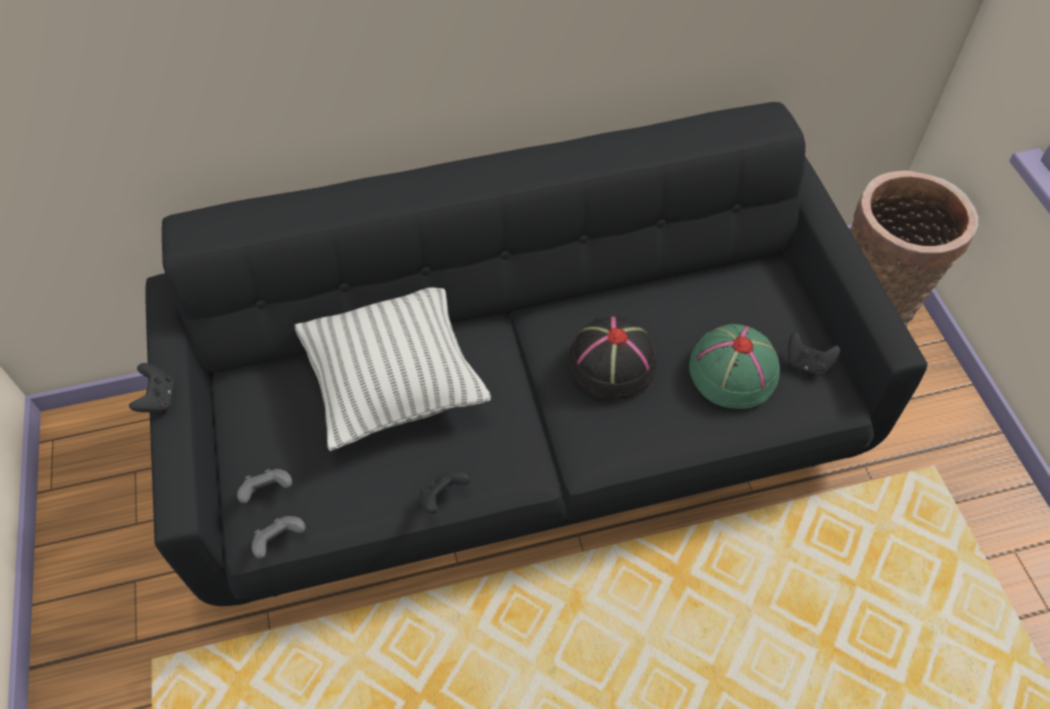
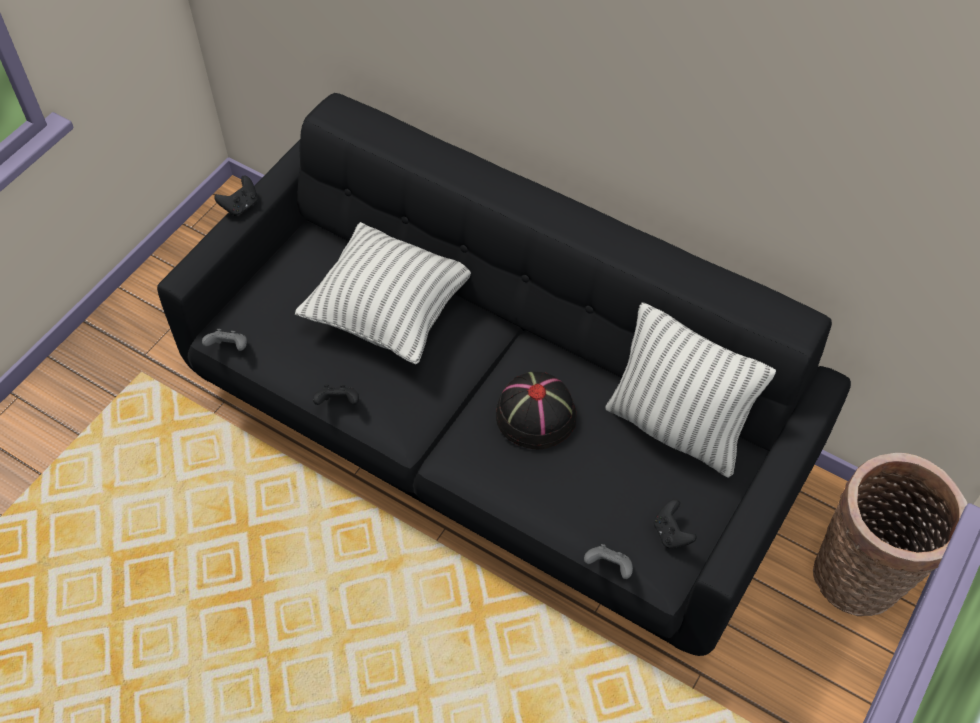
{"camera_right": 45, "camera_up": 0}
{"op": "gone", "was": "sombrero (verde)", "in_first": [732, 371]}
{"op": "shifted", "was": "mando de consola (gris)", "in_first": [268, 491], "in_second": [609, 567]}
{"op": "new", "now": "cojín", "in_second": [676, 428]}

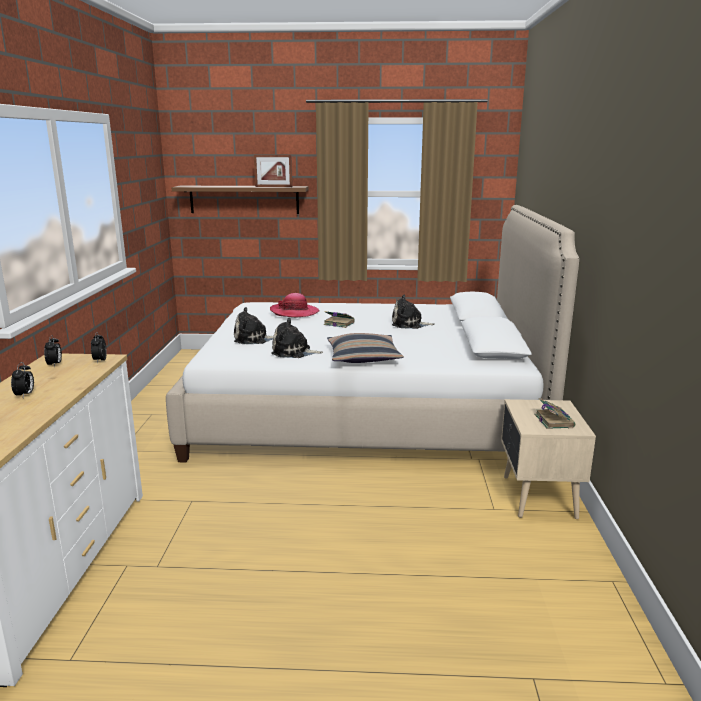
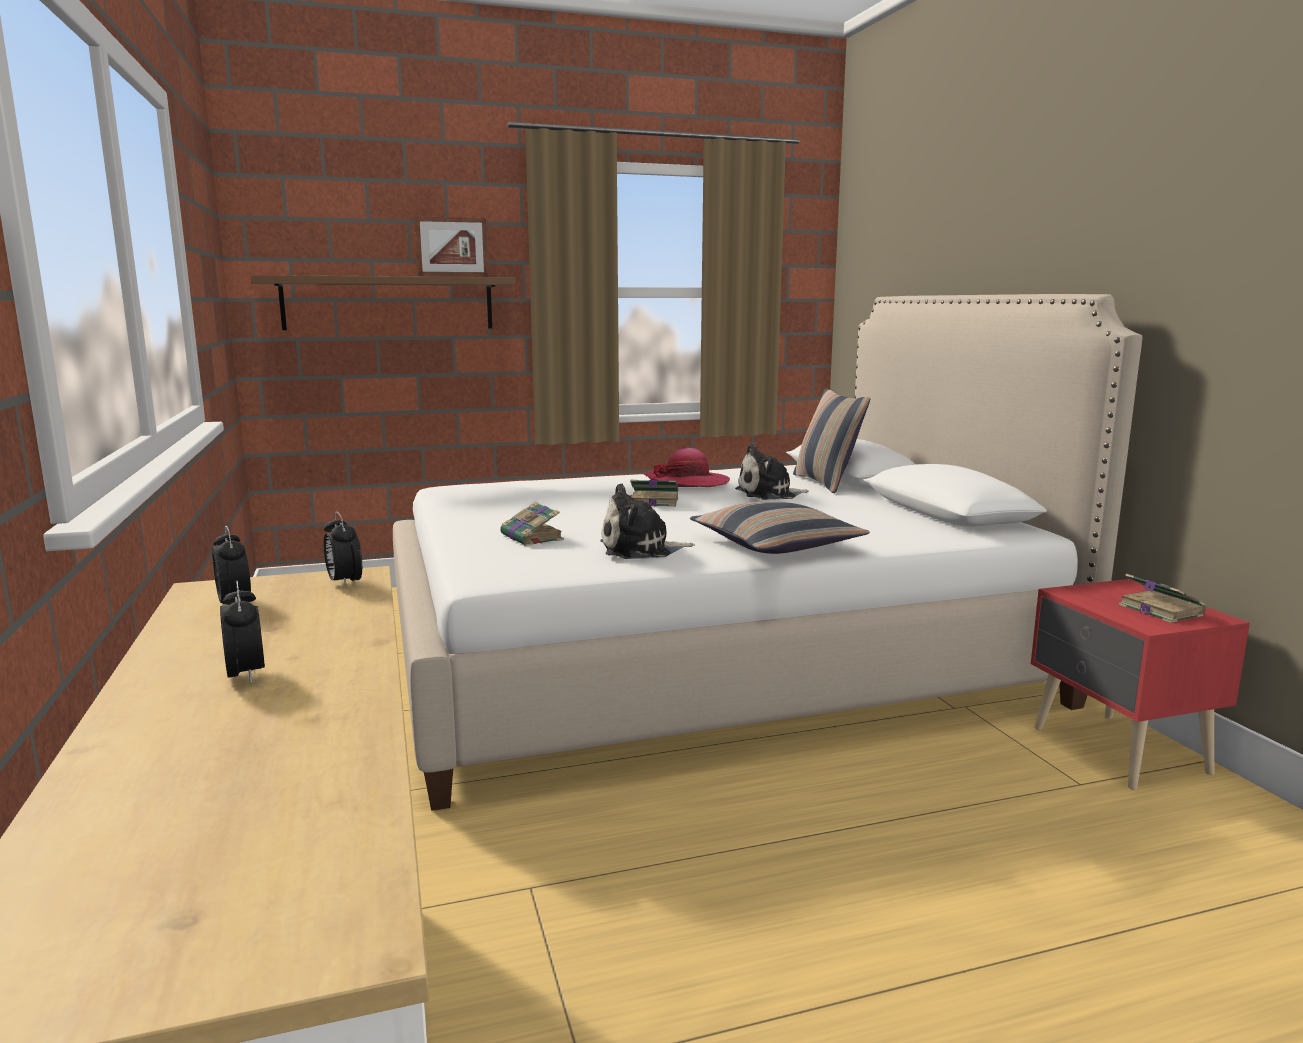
{"camera_right": -20, "camera_up": -5}
{"op": "shifted", "was": "sombrero", "in_first": [294, 312], "in_second": [687, 482]}
{"op": "swapped", "was": "peluche", "now": "libro", "in_first": [253, 339], "in_second": [532, 537]}
{"op": "repainted", "was": "mesita de noche (beis)", "now": "mesita de noche (rojo)", "in_first": [537, 497], "in_second": [1118, 752]}
{"op": "new", "now": "cojín", "in_second": [826, 483]}

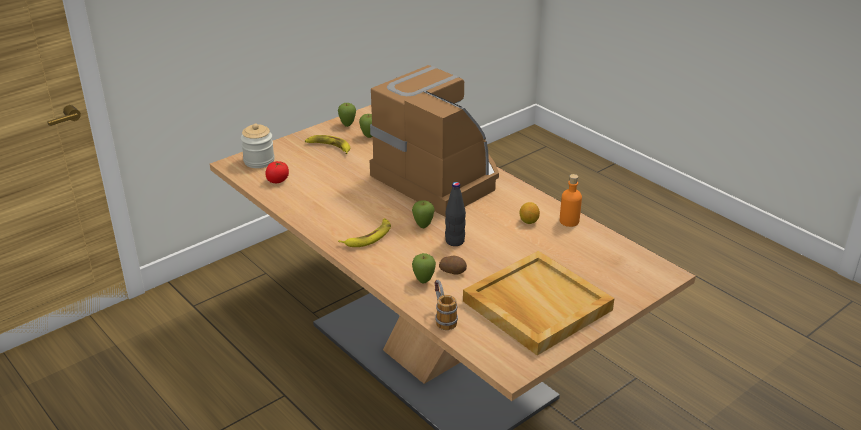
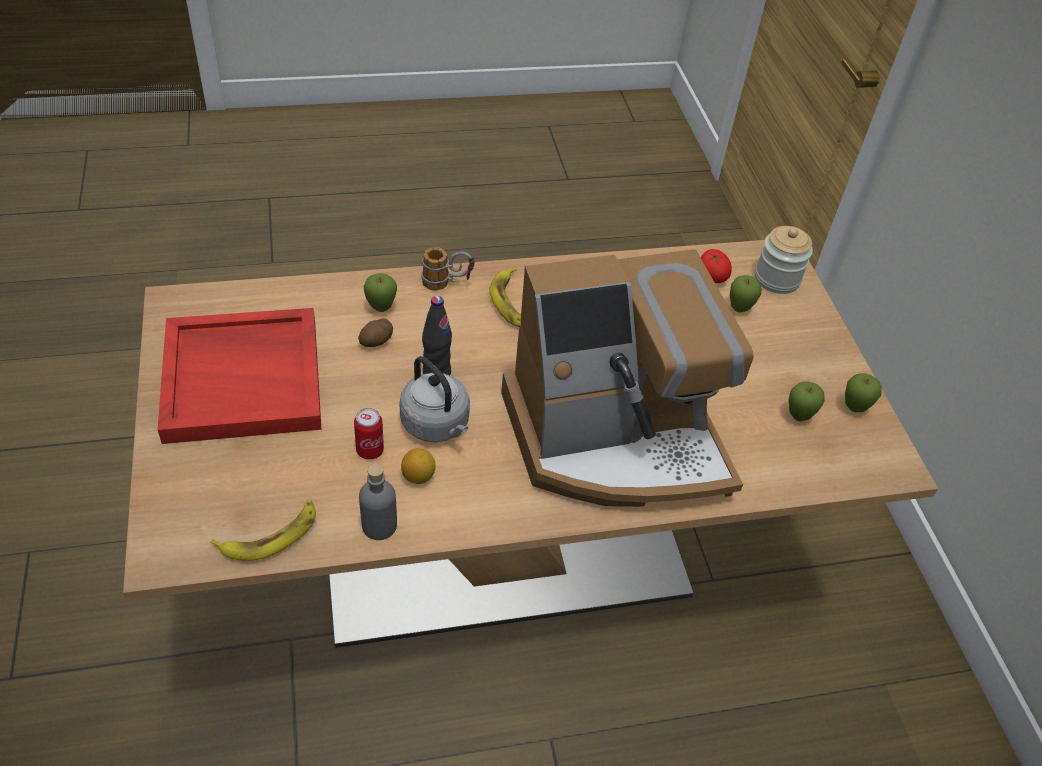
{"camera_right": 115, "camera_up": 15}
{"op": "shifted", "was": "plátano", "in_first": [329, 147], "in_second": [271, 535]}
{"op": "repainted", "was": "botella (naranja)", "now": "botella (gris)", "in_first": [569, 221], "in_second": [379, 525]}
{"op": "shifted", "was": "manzana", "in_first": [423, 226], "in_second": [739, 309]}
{"op": "repainted", "was": "bandeja (beis)", "now": "bandeja (rojo)", "in_first": [535, 305], "in_second": [244, 378]}
{"op": "shifted", "was": "taza grande", "in_first": [443, 317], "in_second": [447, 284]}
{"op": "new", "now": "hervidor (gris)", "in_second": [437, 425]}
{"op": "new", "now": "lata", "in_second": [370, 450]}

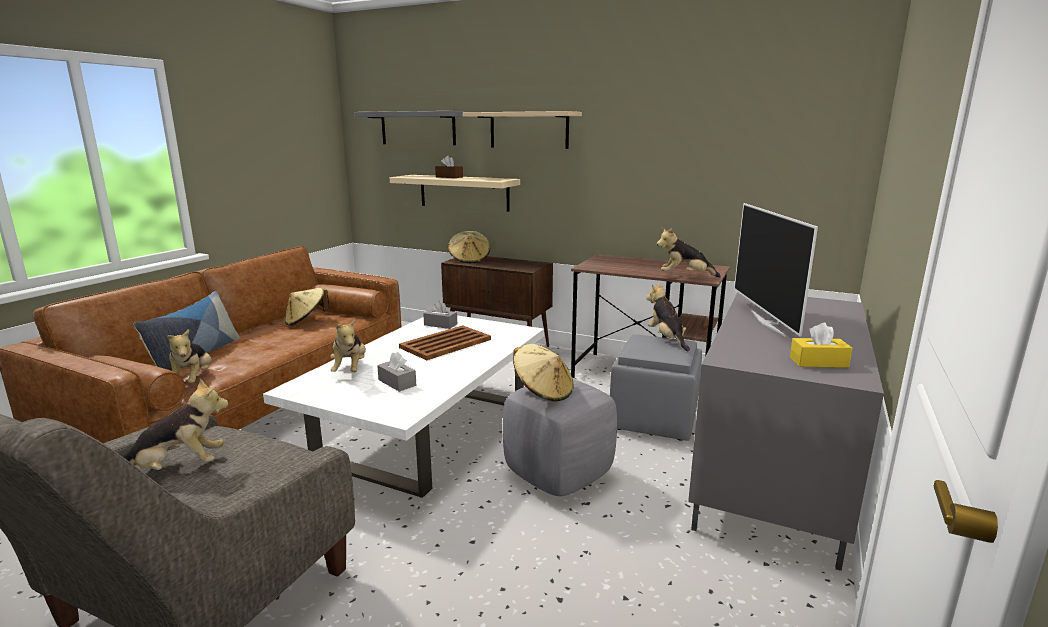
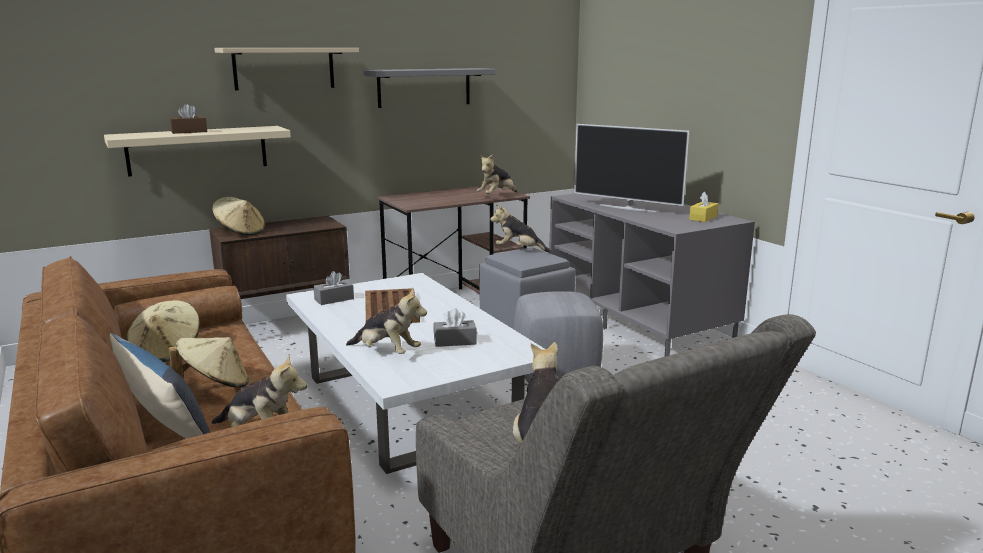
{"camera_right": -55, "camera_up": 0}
{"op": "shifted", "was": "estante (gris)", "in_first": [418, 128], "in_second": [424, 87]}
{"op": "shifted", "was": "sombrero (beis)", "in_first": [543, 392], "in_second": [215, 386]}

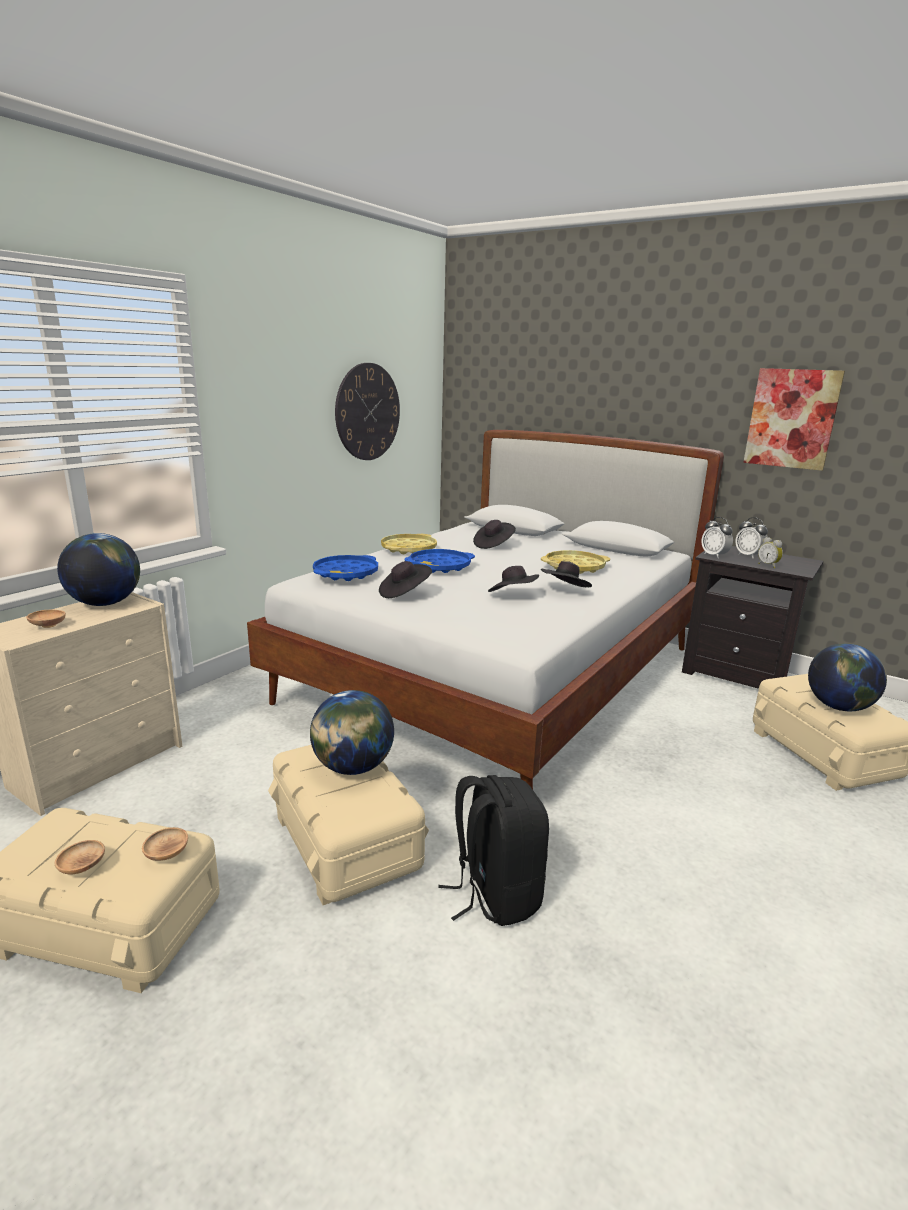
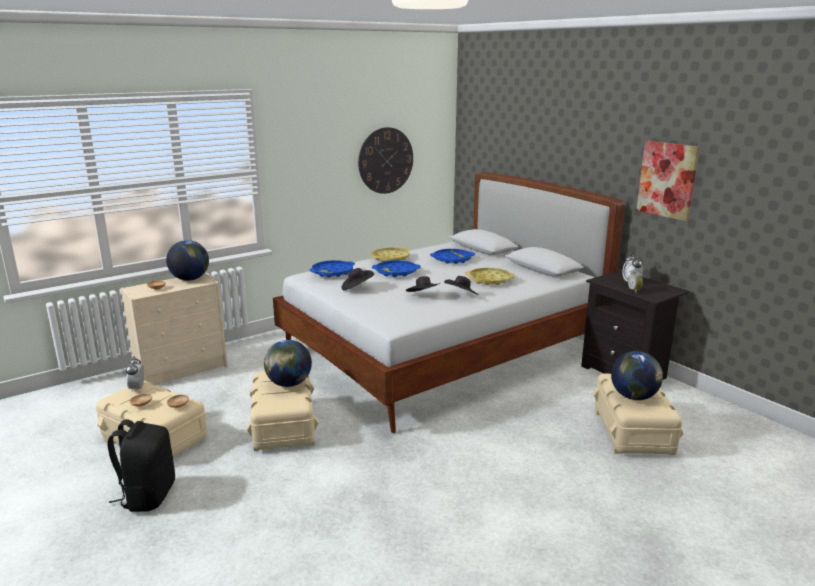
{"camera_right": 20, "camera_up": 0}
{"op": "shifted", "was": "despertador", "in_first": [714, 555], "in_second": [137, 388]}
{"op": "swapped", "was": "sombrero (negro)", "now": "bandeja (azul)", "in_first": [493, 545], "in_second": [452, 259]}
{"op": "shifted", "was": "mochila (negro)", "in_first": [495, 894], "in_second": [148, 496]}

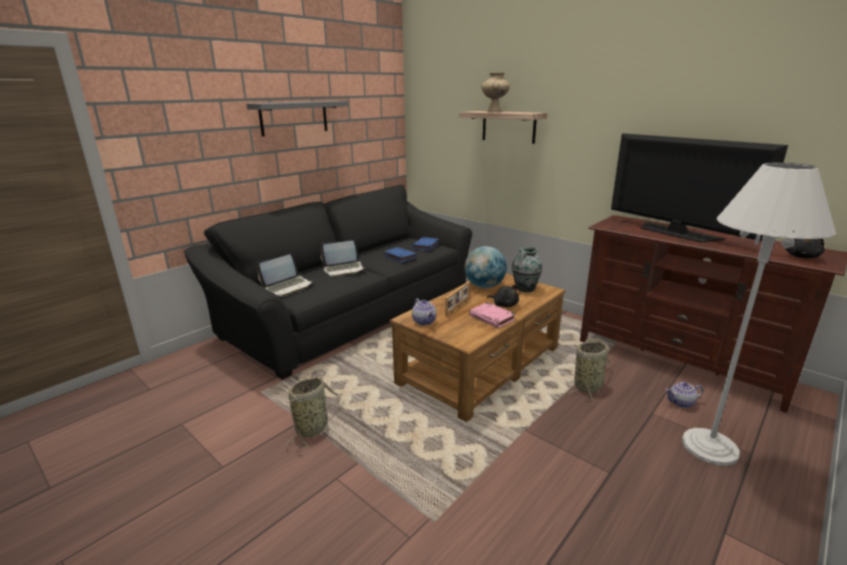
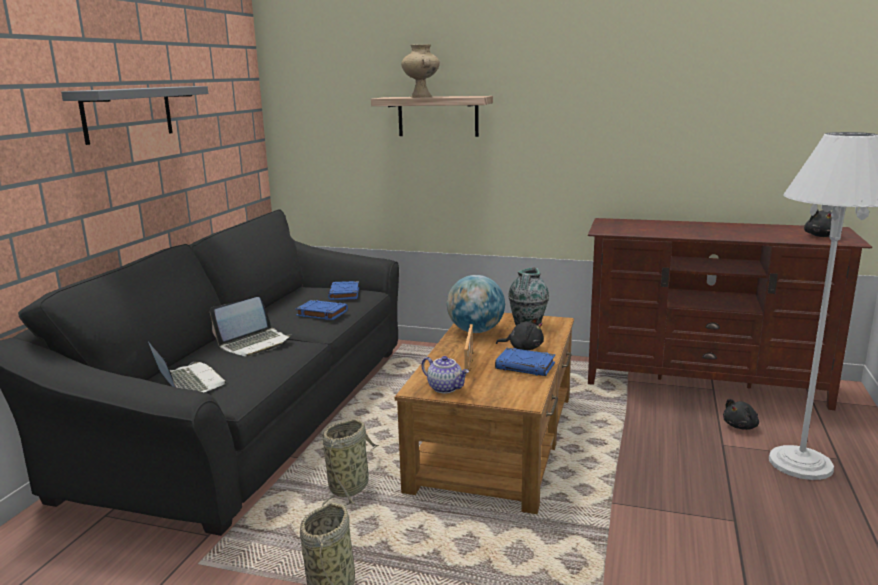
{"camera_right": -25, "camera_up": -5}
{"op": "gone", "was": "televisor", "in_first": [676, 233]}
{"op": "rotated", "was": "portátil", "in_first": [287, 287], "in_second": [188, 383], "clockwise": -60}
{"op": "repainted", "was": "libro (rosa)", "now": "libro (azul)", "in_first": [492, 318], "in_second": [526, 366]}
{"op": "shifted", "was": "cesta", "in_first": [588, 386], "in_second": [350, 486]}
{"op": "swapped", "was": "tetera", "now": "peluche (negro)", "in_first": [681, 403], "in_second": [741, 426]}

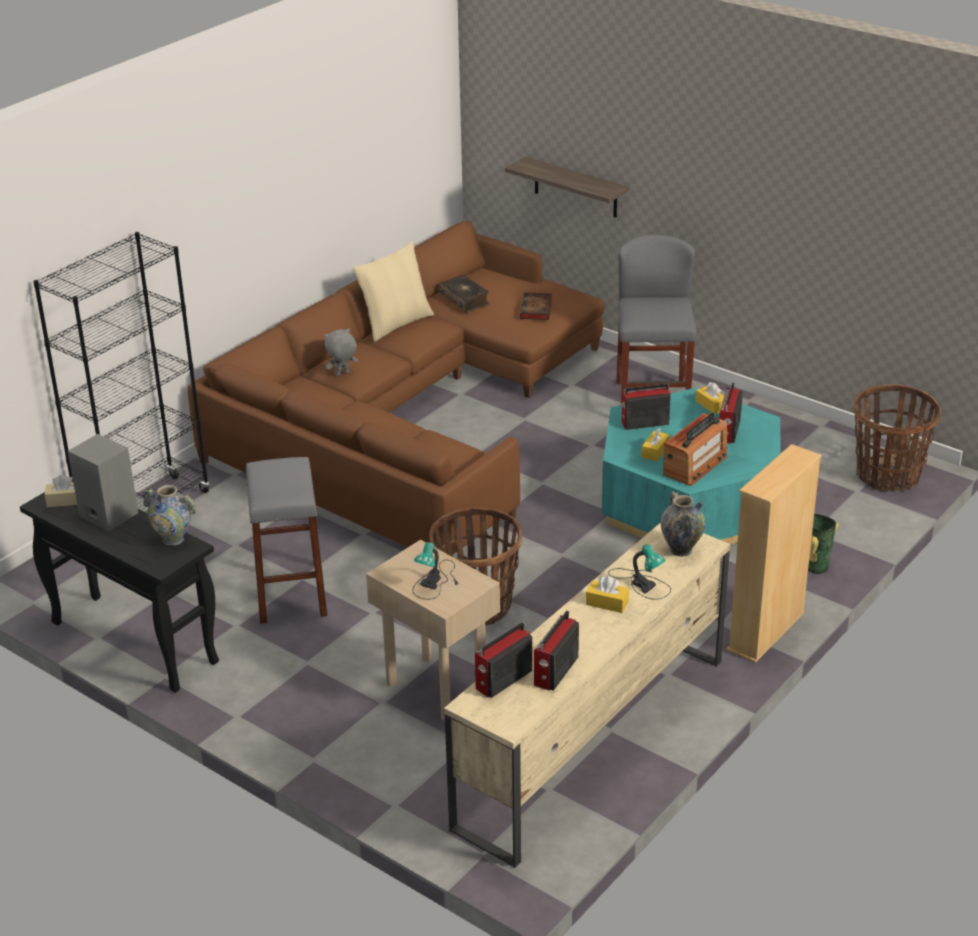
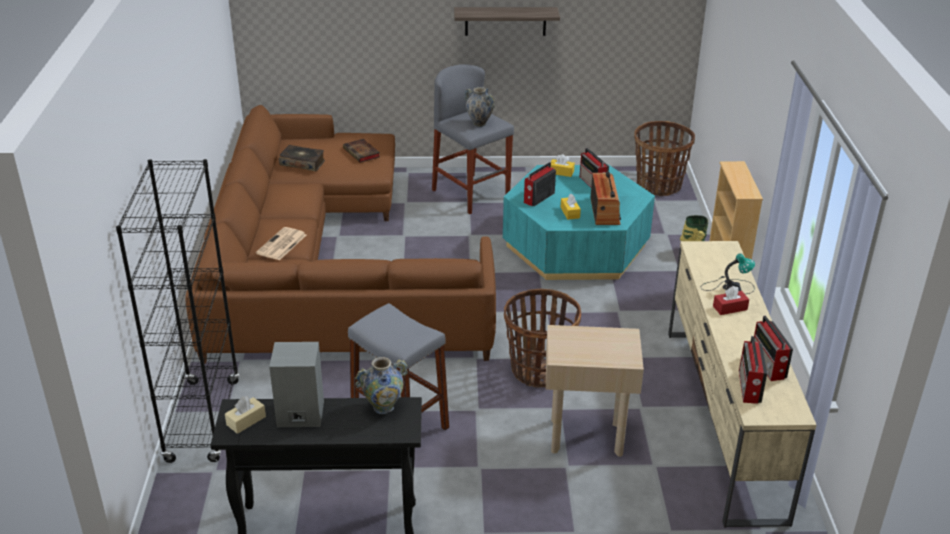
{"camera_right": -40, "camera_up": 0}
{"op": "shifted", "was": "estante", "in_first": [575, 188], "in_second": [505, 21]}
{"op": "gone", "was": "cojín (beis)", "in_first": [395, 323]}
{"op": "swapped", "was": "peluche (gris)", "now": "periódico", "in_first": [342, 374], "in_second": [281, 245]}
{"op": "shifted", "was": "florero", "in_first": [681, 550], "in_second": [479, 124]}
{"op": "gone", "was": "lámpara de mesa", "in_first": [436, 581]}
{"op": "repainted", "was": "caja de pañuelos (amarillo)", "now": "caja de pañuelos (rojo)", "in_first": [607, 603], "in_second": [730, 308]}

